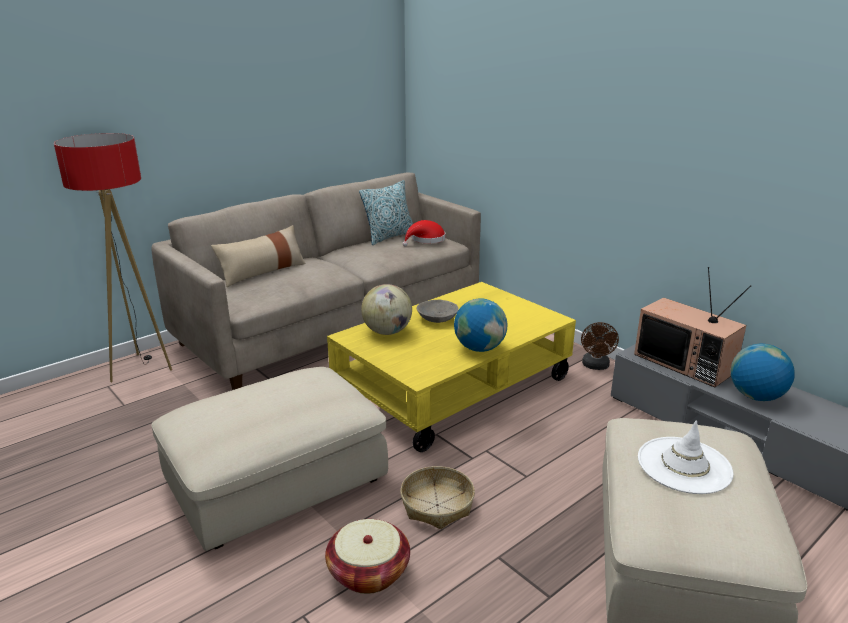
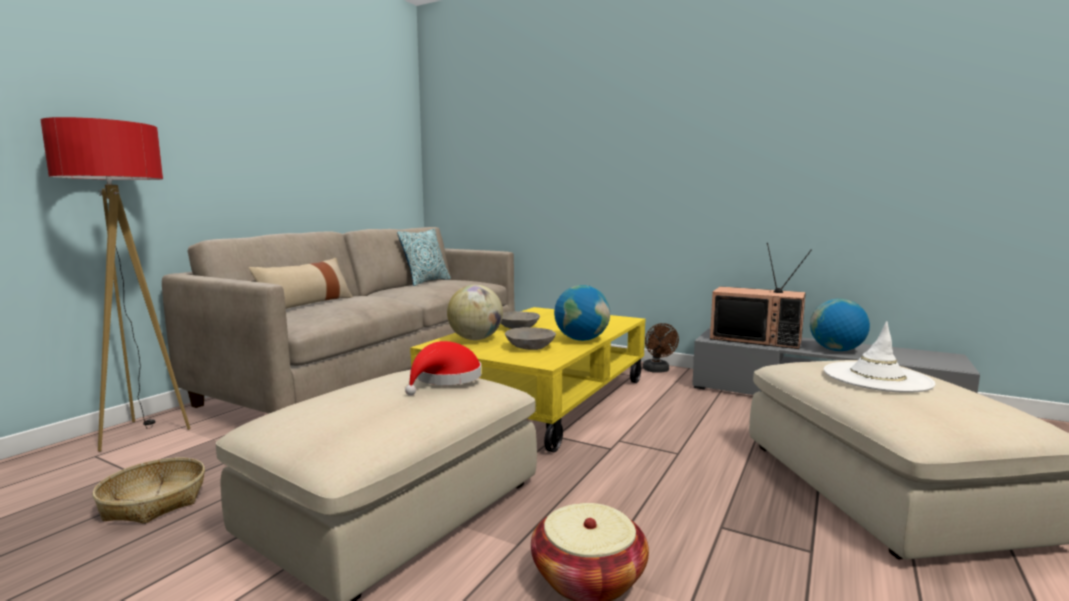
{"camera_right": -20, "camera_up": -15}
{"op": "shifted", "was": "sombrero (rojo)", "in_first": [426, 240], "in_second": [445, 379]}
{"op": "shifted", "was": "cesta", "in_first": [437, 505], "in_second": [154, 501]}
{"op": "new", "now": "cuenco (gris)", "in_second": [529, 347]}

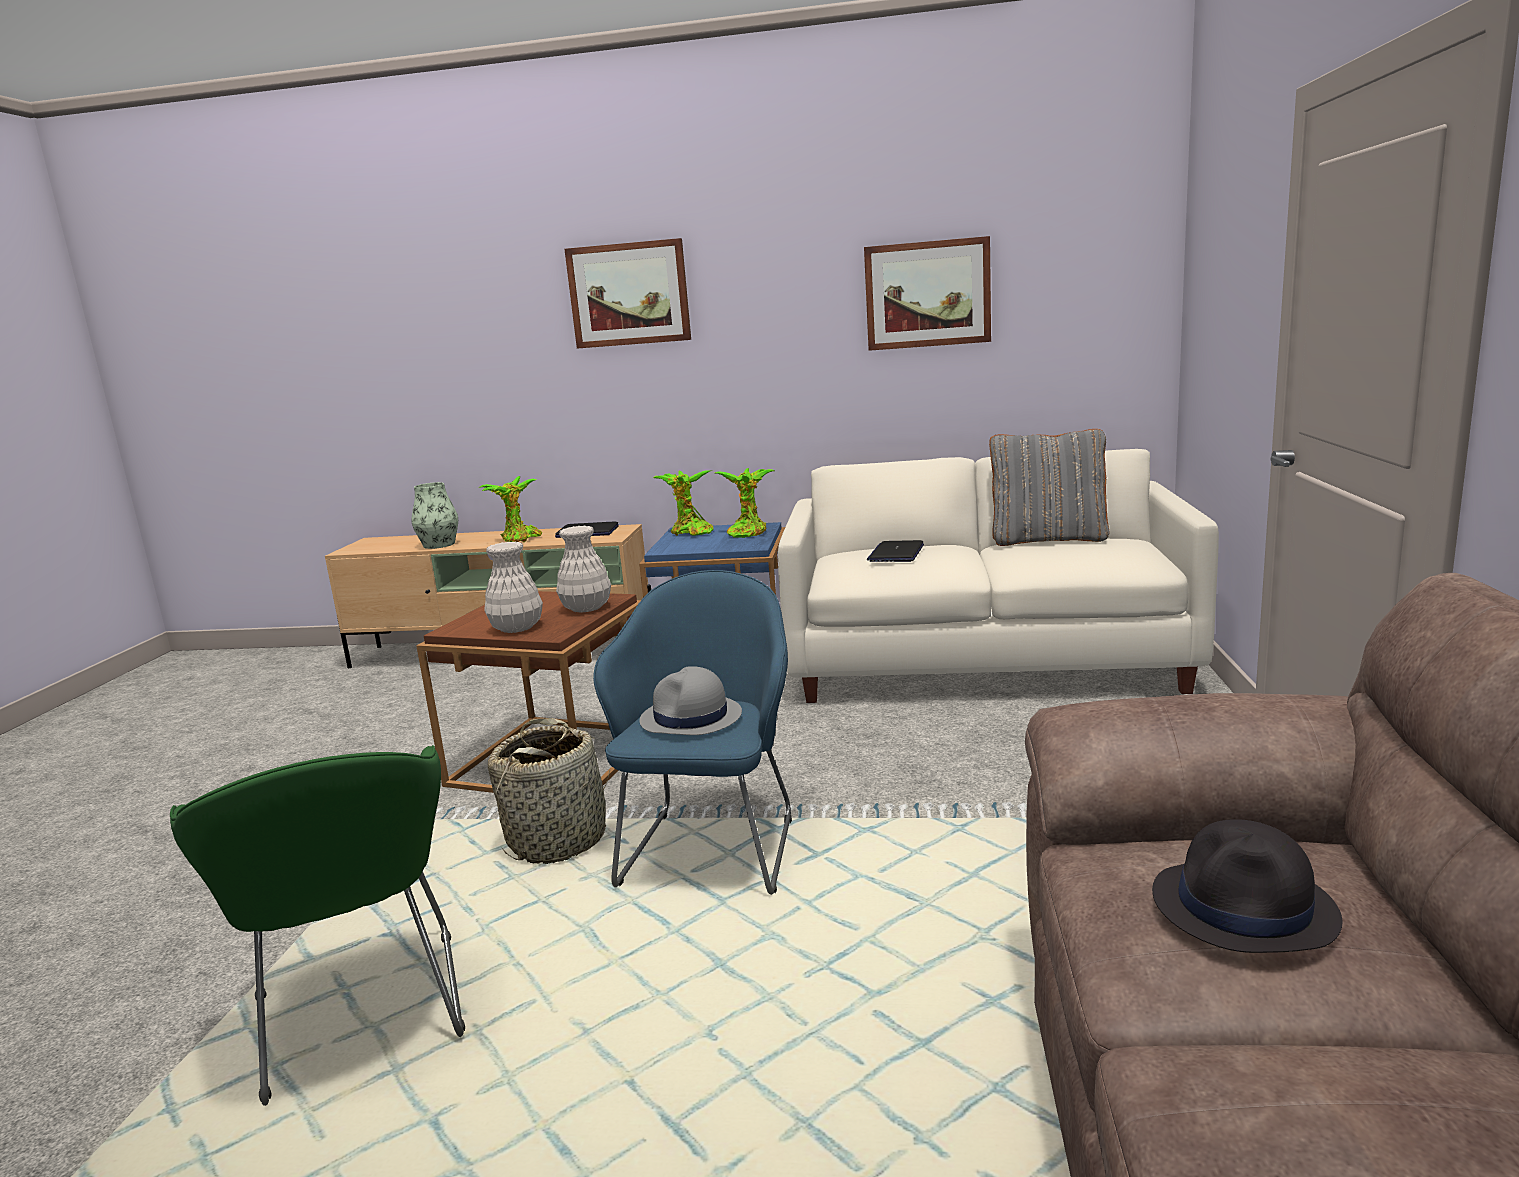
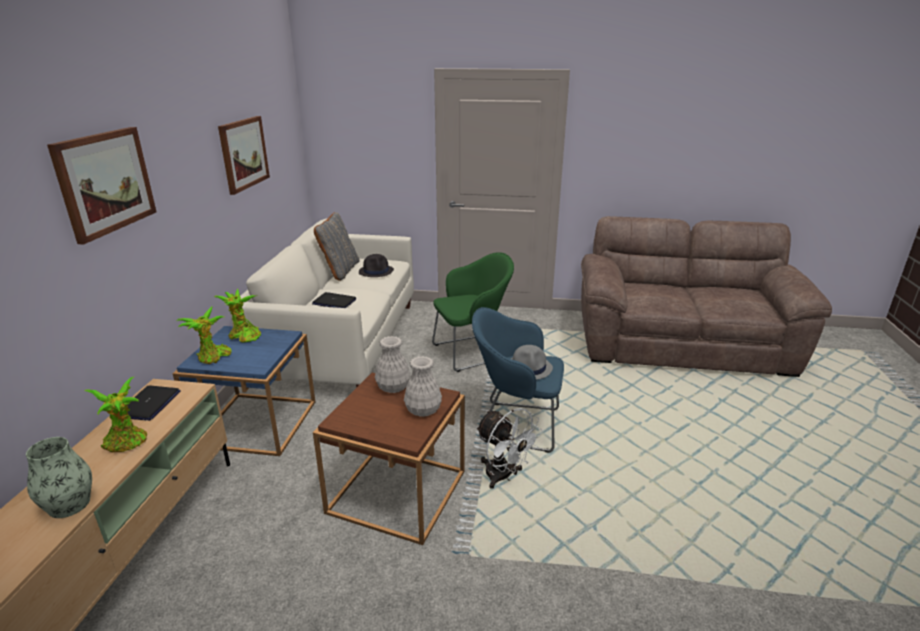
{"camera_right": -90, "camera_up": 10}
{"op": "swapped", "was": "cesta", "now": "ventilador (blanco)", "in_first": [558, 840], "in_second": [503, 477]}
{"op": "shifted", "was": "sillón (verde)", "in_first": [362, 1021], "in_second": [472, 352]}
{"op": "shifted", "was": "sombrero (negro)", "in_first": [1245, 908], "in_second": [376, 271]}

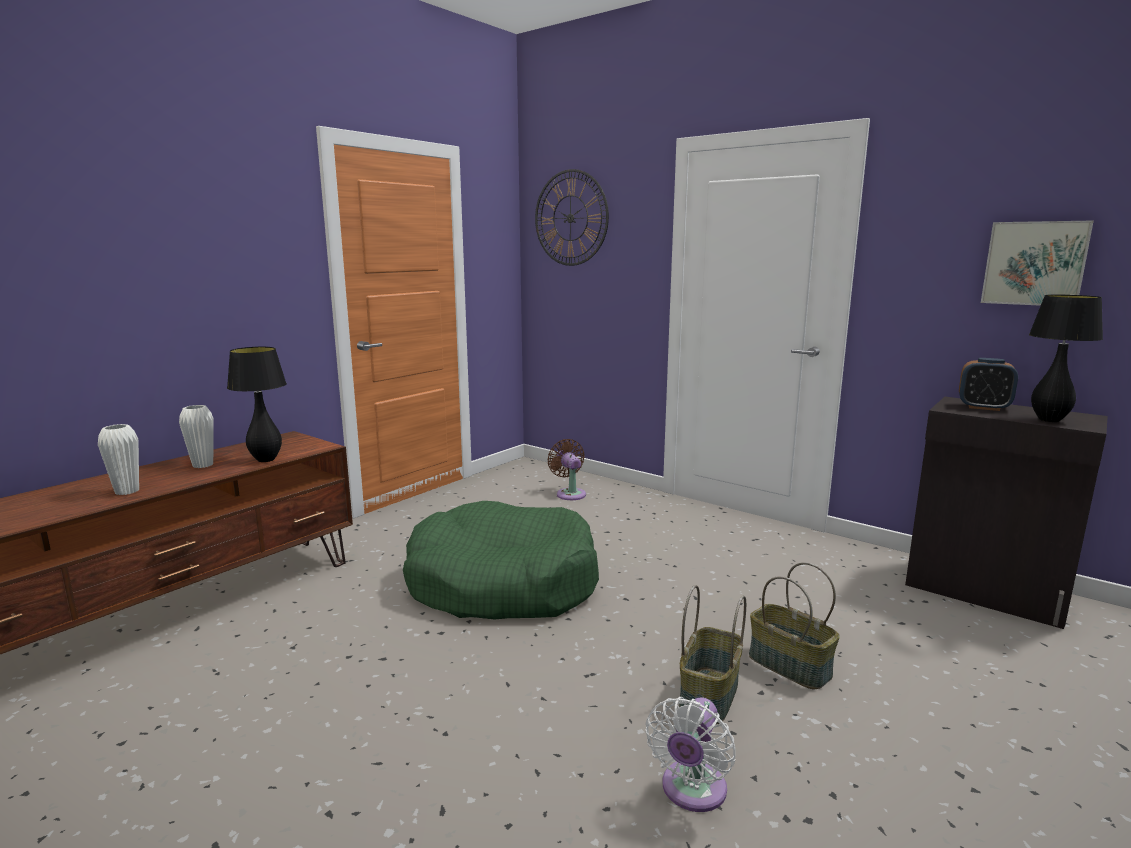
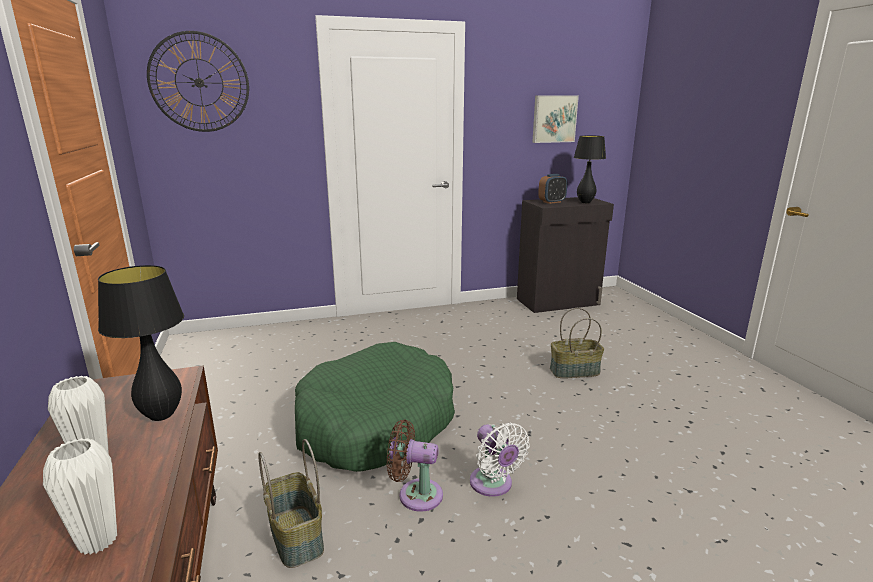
{"camera_right": -55, "camera_up": 5}
{"op": "shifted", "was": "ventilador (marrón)", "in_first": [570, 493], "in_second": [415, 494]}
{"op": "shifted", "was": "cesta", "in_first": [710, 696], "in_second": [297, 536]}
{"op": "shifted", "was": "ventilador (blanco)", "in_first": [691, 792], "in_second": [493, 485]}

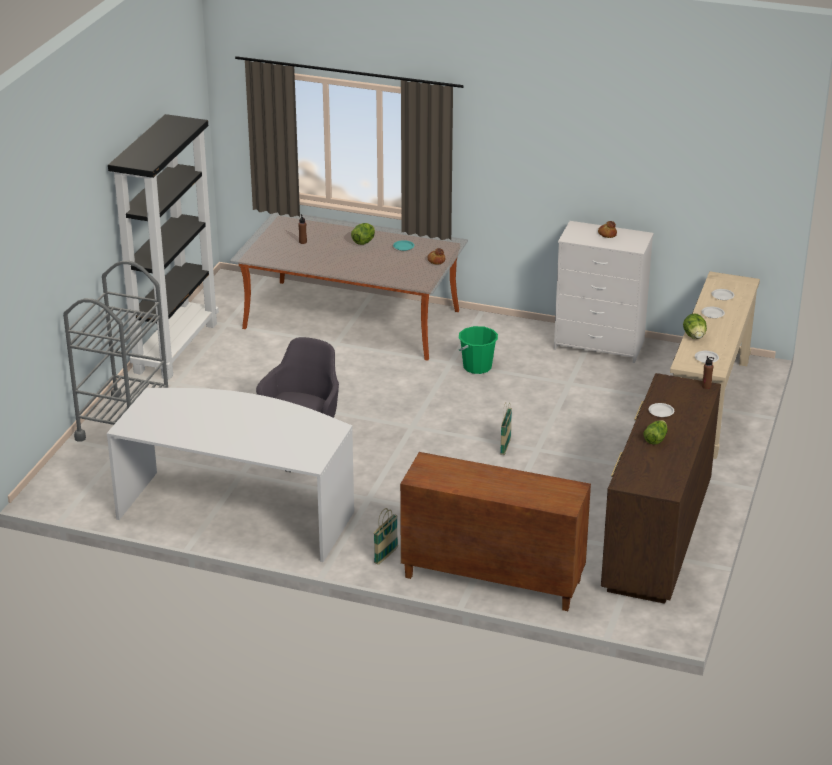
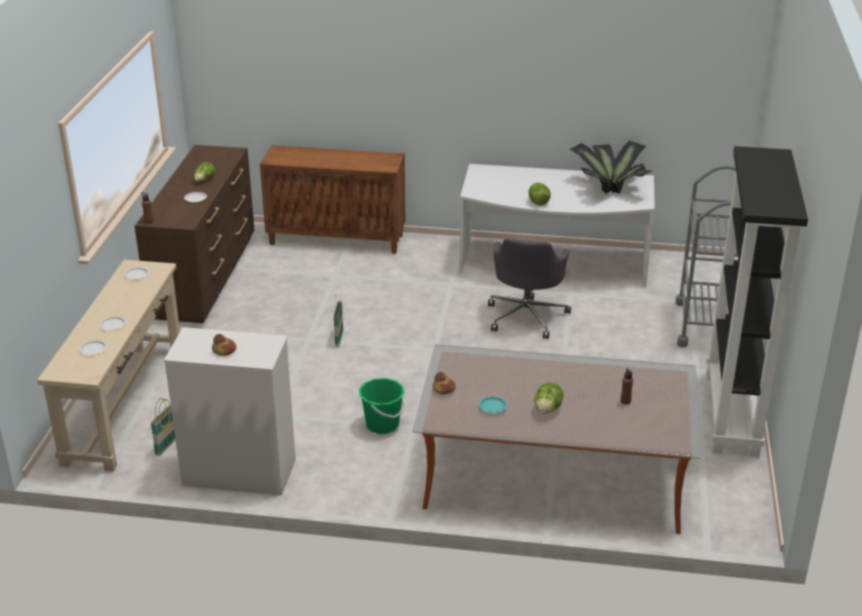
{"camera_right": 170, "camera_up": 0}
{"op": "shifted", "was": "lechuga", "in_first": [694, 336], "in_second": [538, 202]}
{"op": "shifted", "was": "cesta", "in_first": [386, 556], "in_second": [167, 446]}
{"op": "new", "now": "planta en maceta", "in_second": [609, 188]}

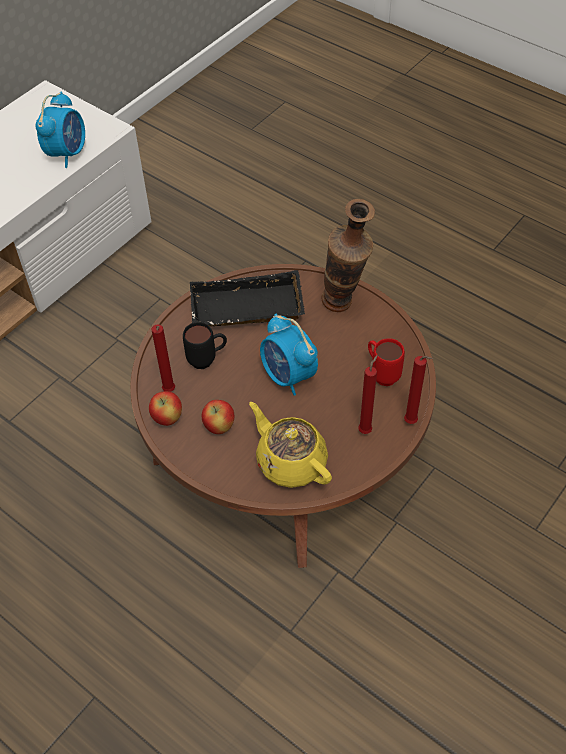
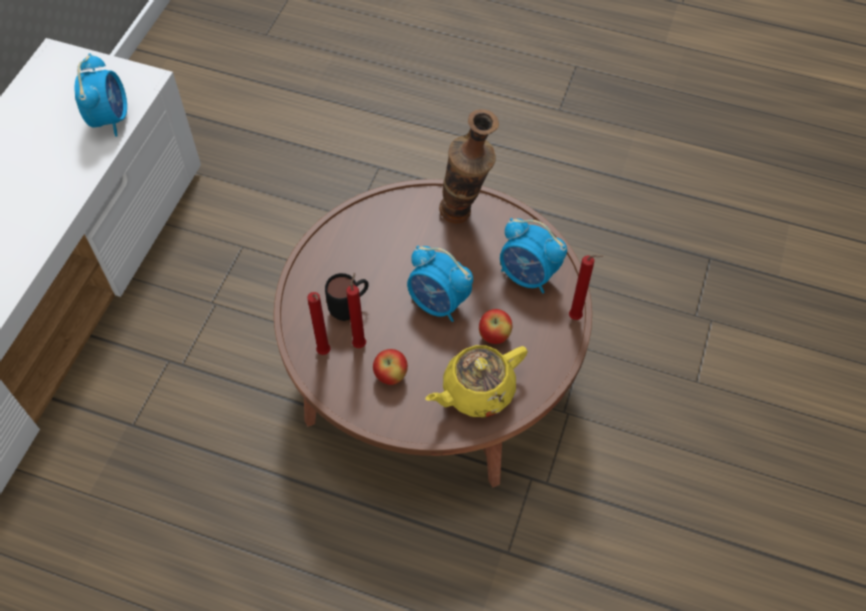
{"camera_right": -20, "camera_up": 5}
{"op": "gone", "was": "bandeja (negro)", "in_first": [245, 310]}
{"op": "swapped", "was": "taza grande (rojo)", "now": "despertador", "in_first": [381, 374], "in_second": [528, 275]}
{"op": "shifted", "was": "vela (rojo)", "in_first": [366, 429], "in_second": [360, 343]}
{"op": "shifted", "was": "manzana", "in_first": [167, 418], "in_second": [494, 336]}
{"op": "rotated", "was": "tetera (amarillo)", "in_first": [290, 461], "in_second": [476, 391], "clockwise": -60}

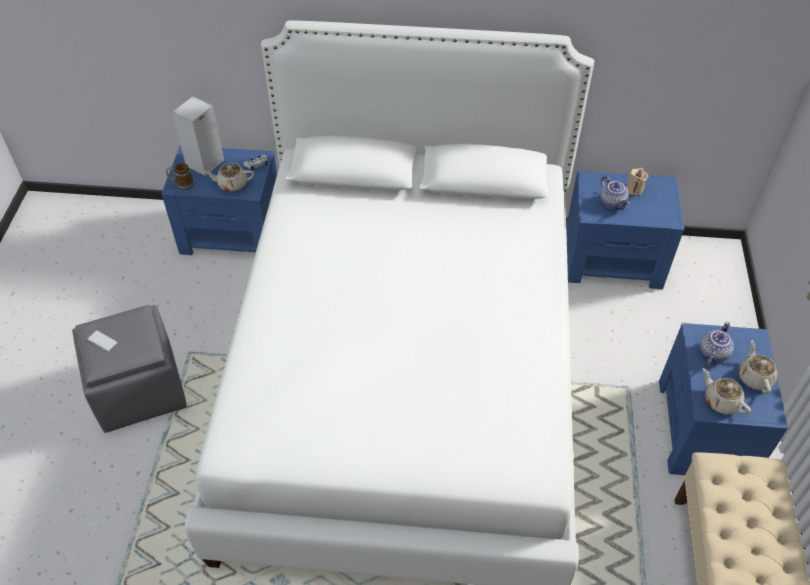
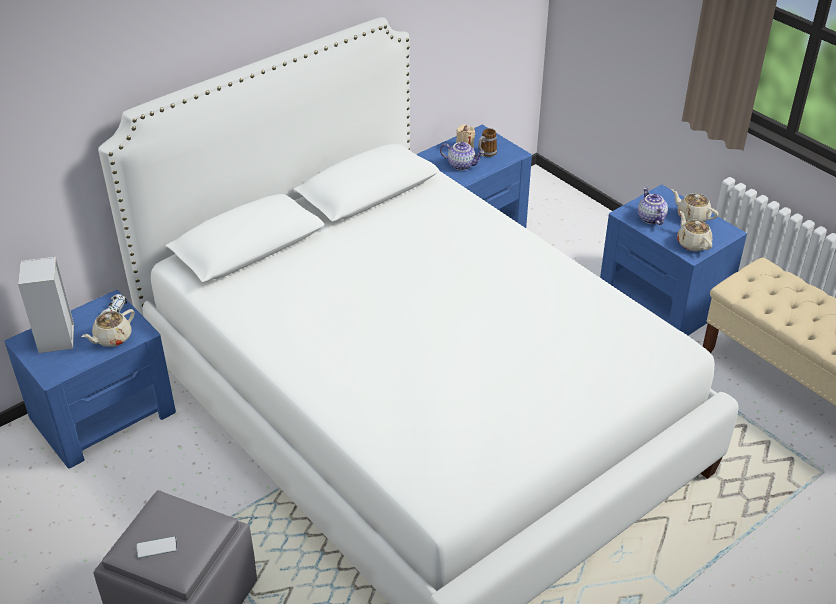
{"camera_right": -45, "camera_up": -10}
{"op": "shifted", "was": "taza grande", "in_first": [182, 184], "in_second": [486, 154]}
{"op": "rotated", "was": "tetera (beis)", "in_first": [721, 401], "in_second": [692, 243], "clockwise": 60}

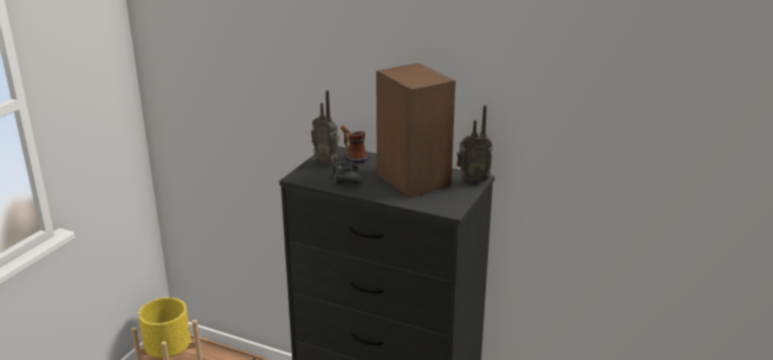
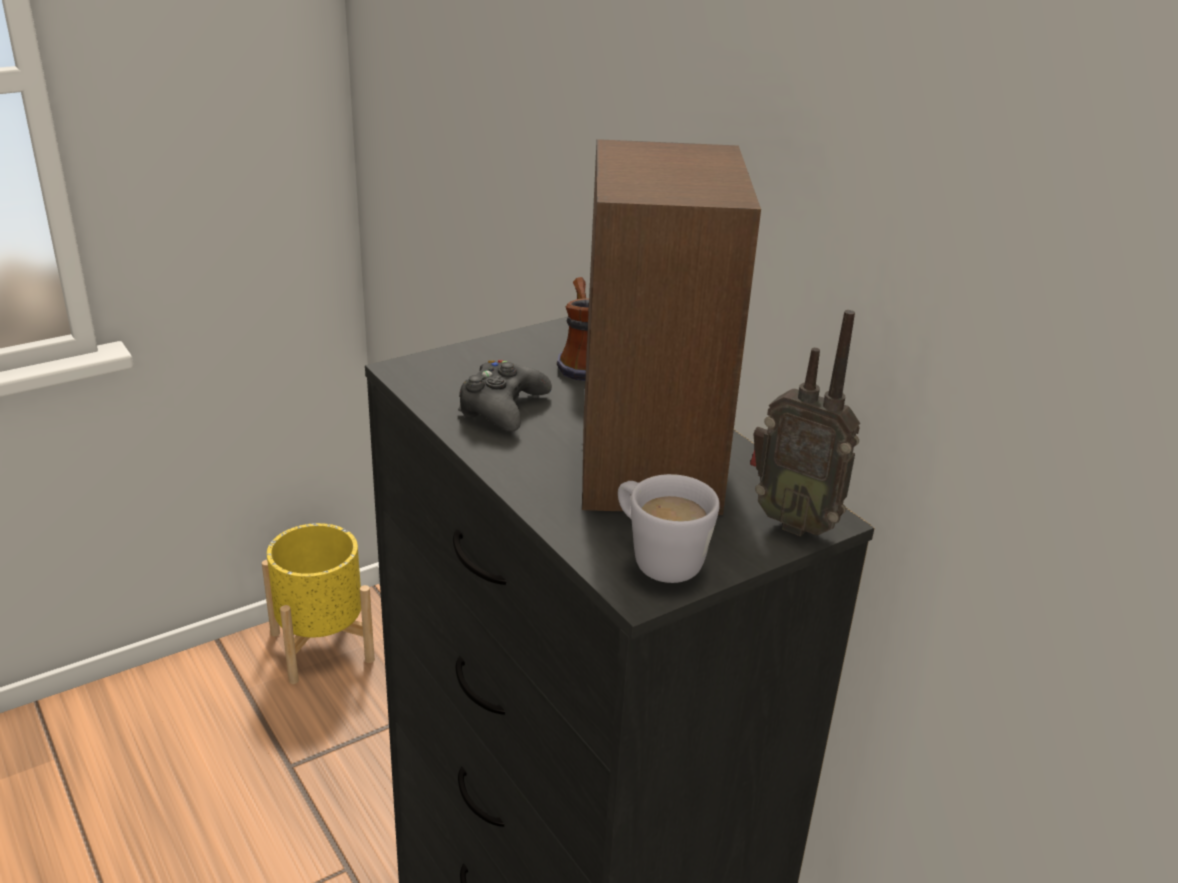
{"camera_right": 30, "camera_up": 5}
{"op": "gone", "was": "radio", "in_first": [327, 162]}
{"op": "new", "now": "taza grande (blanco)", "in_second": [657, 558]}

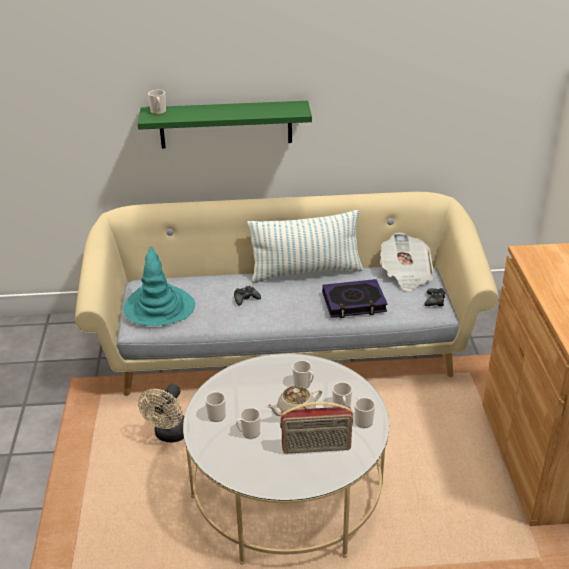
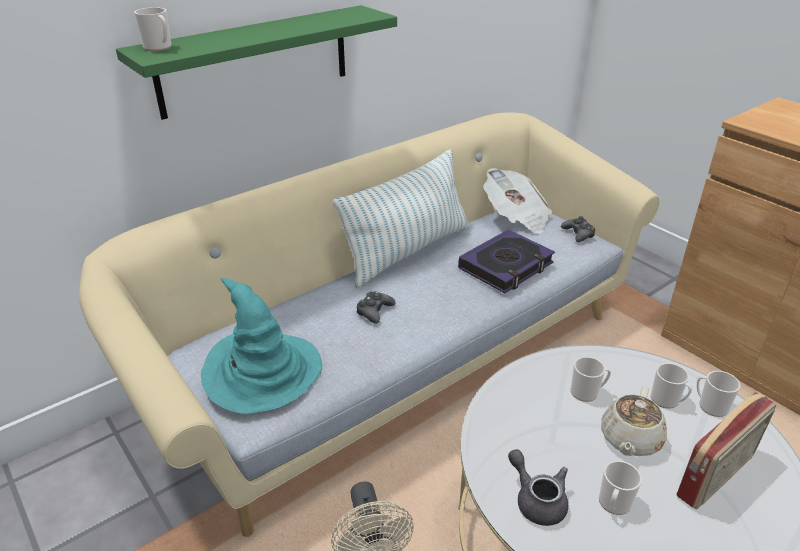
{"camera_right": -35, "camera_up": 0}
{"op": "swapped", "was": "taza grande", "now": "tetera (gris)", "in_first": [216, 414], "in_second": [537, 500]}

